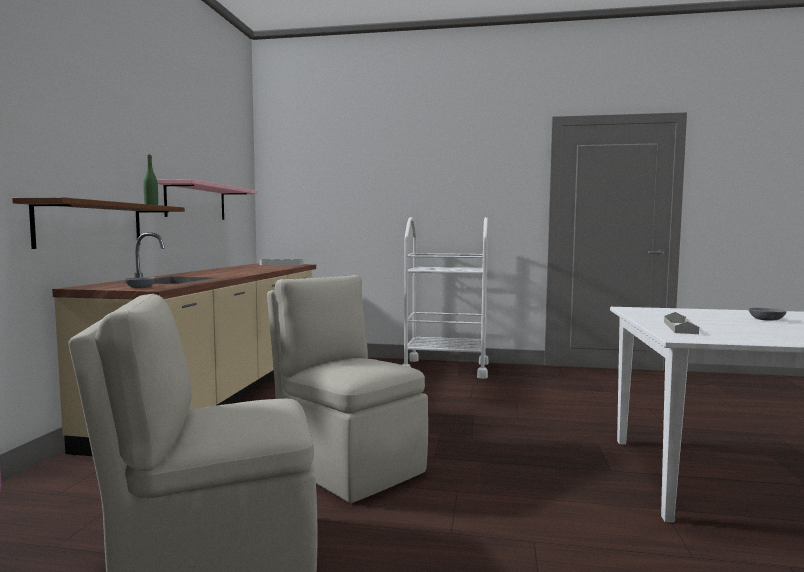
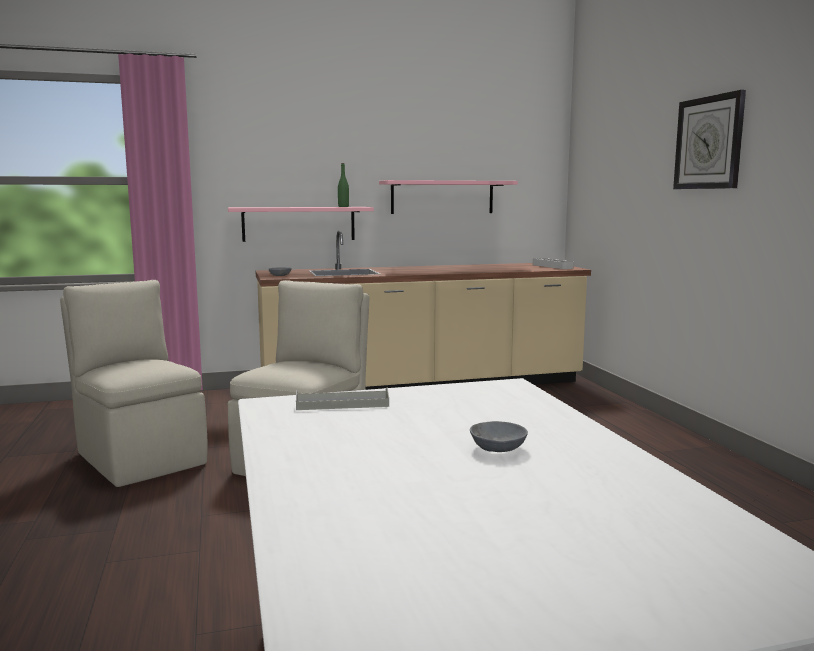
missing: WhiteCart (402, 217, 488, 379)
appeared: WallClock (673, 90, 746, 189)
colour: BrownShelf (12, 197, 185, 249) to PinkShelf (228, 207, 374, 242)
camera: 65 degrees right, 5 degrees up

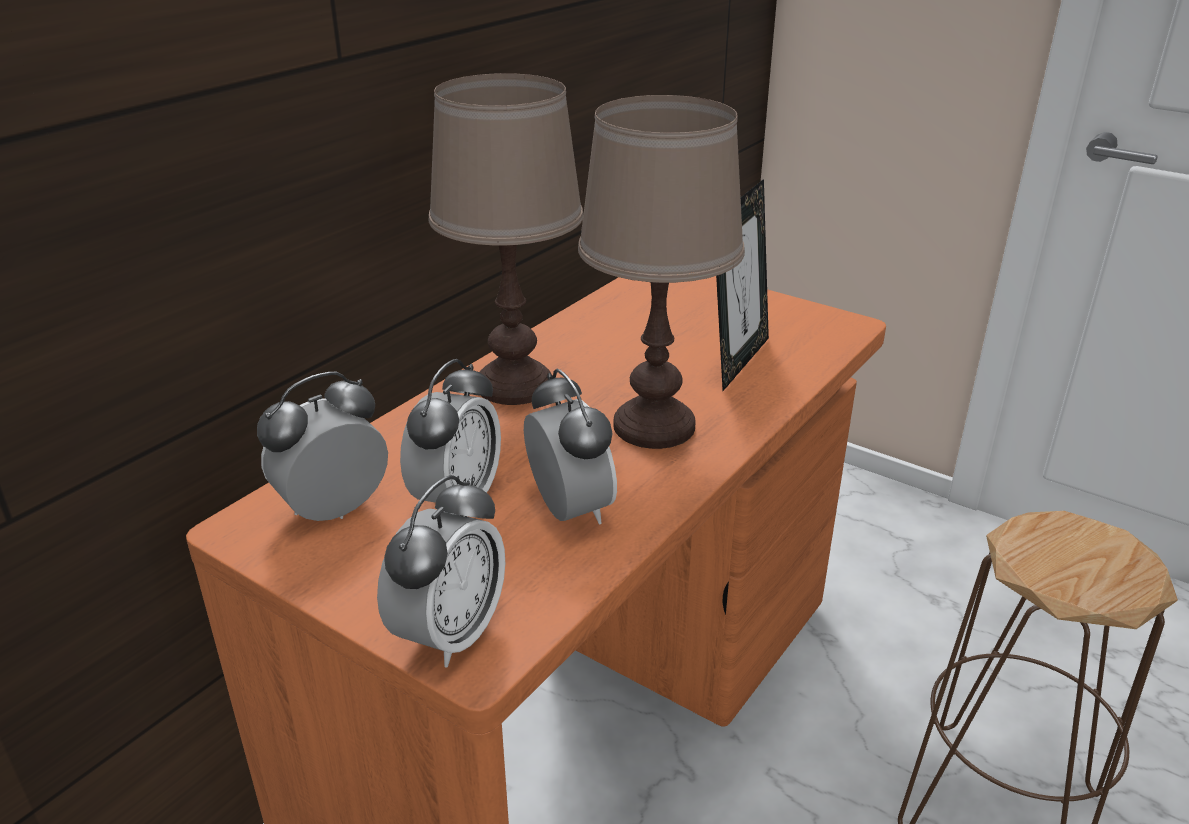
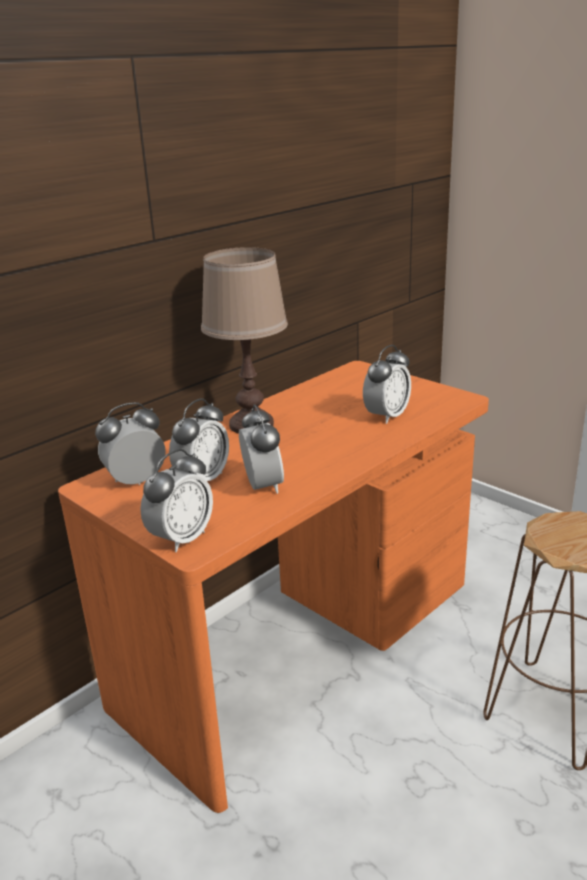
missing: BrownTableLamp (578, 95, 745, 449)
exchanged: PictureFrame (716, 179, 769, 391) to AlarmClock (363, 345, 411, 424)
camera: 10 degrees right, 5 degrees down

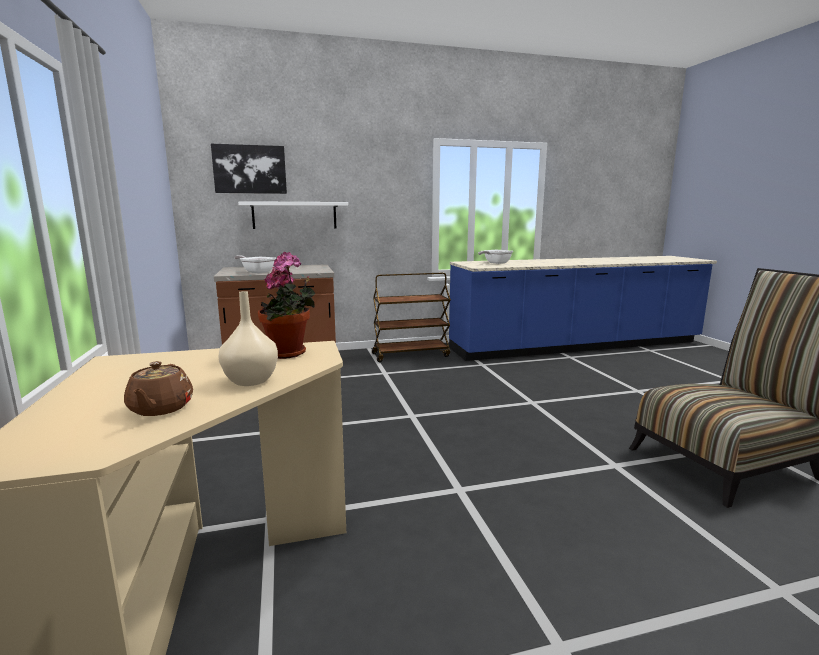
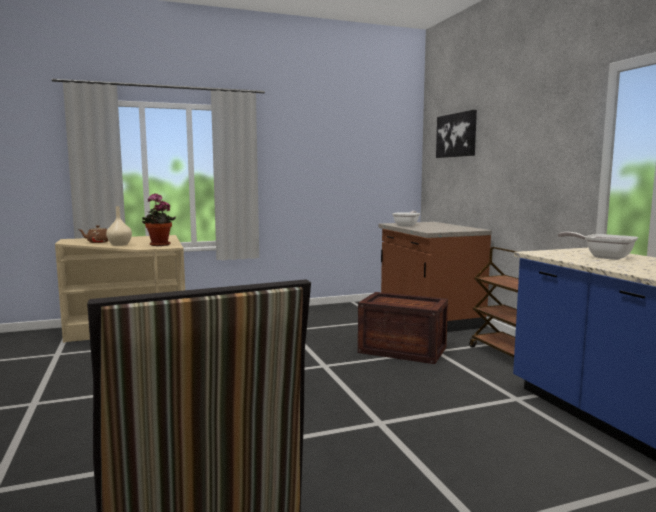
missing: WhiteShelf (238, 201, 348, 229)
appeared: Crate (358, 292, 448, 364)
camera: 85 degrees right, 5 degrees down

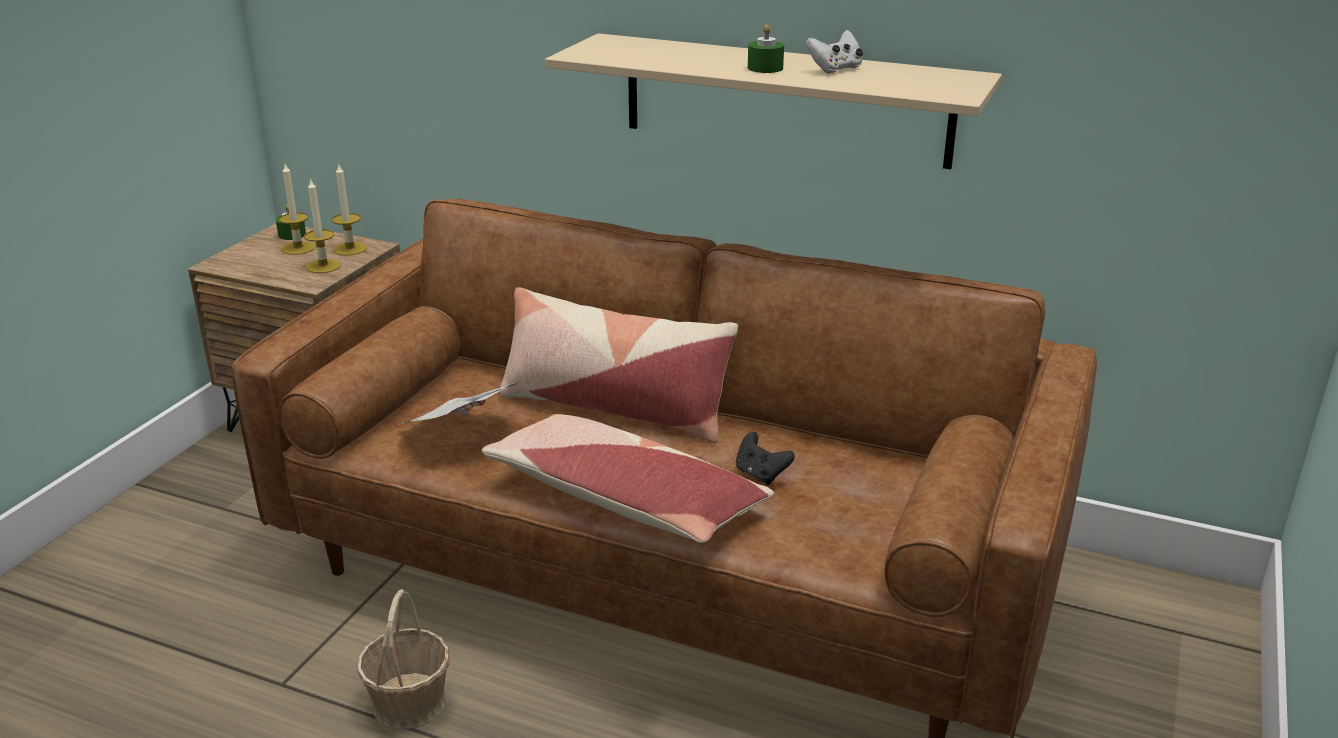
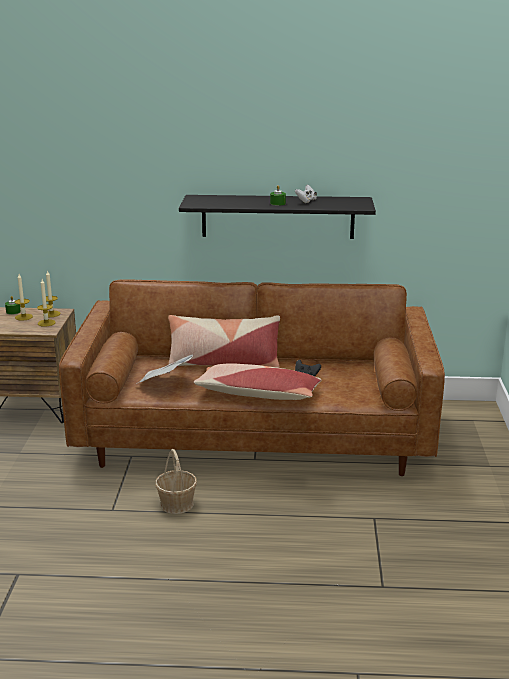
colour: BeigeShelf (545, 33, 1002, 169) to BlackShelf (179, 195, 376, 239)
camera: 20 degrees left, 5 degrees down

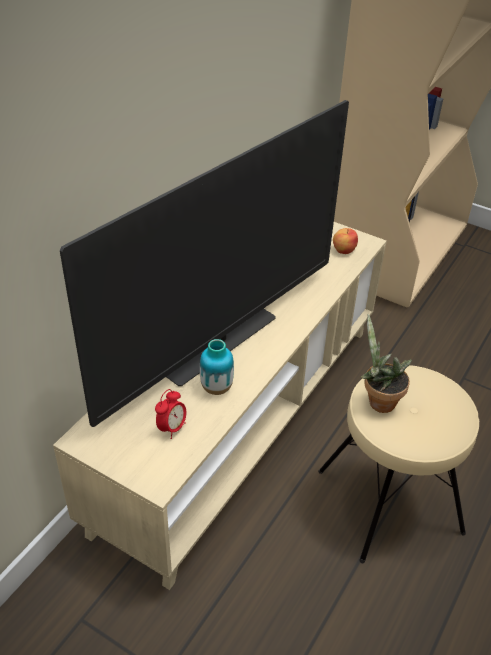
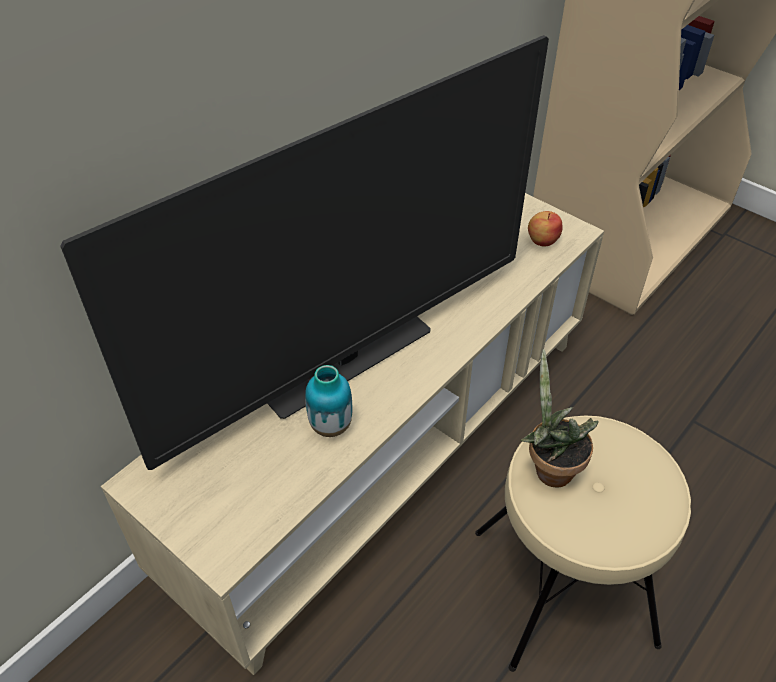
missing: AlarmClock (155, 389, 186, 439)
camera: 10 degrees right, 5 degrees up

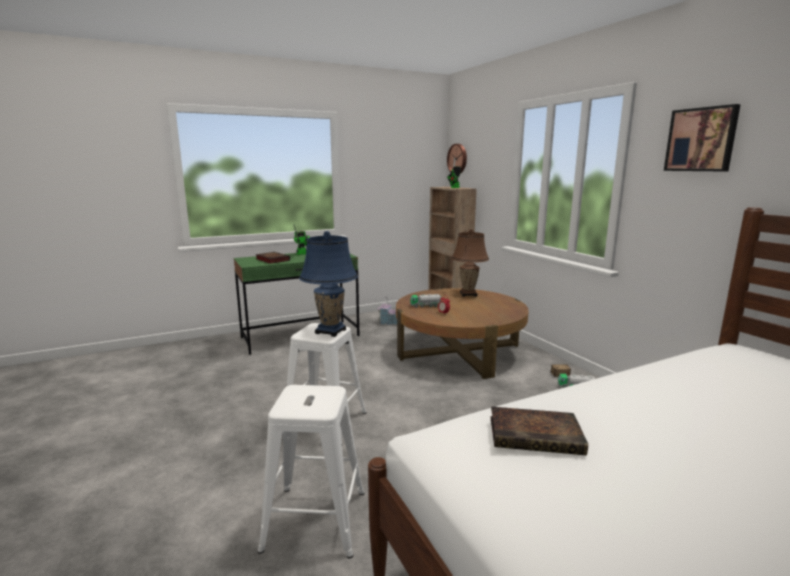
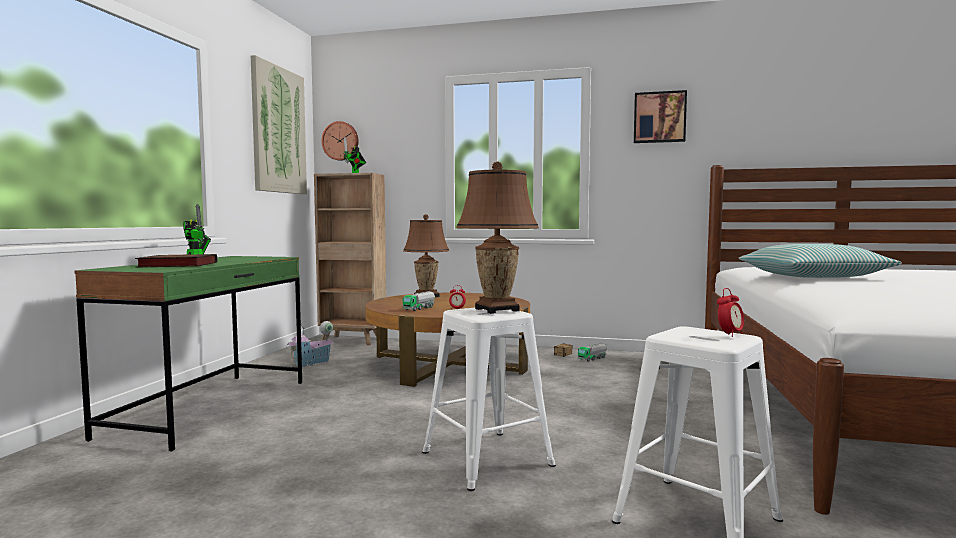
missing: Book (490, 406, 588, 455)
appeared: Picture (251, 55, 307, 194); AlarmClock (717, 288, 744, 337); Pillow (739, 244, 902, 278)
colour: BlueTableLamp (299, 231, 358, 337) to BrownTableLamp (456, 162, 539, 314)
camera: 50 degrees left, 10 degrees down

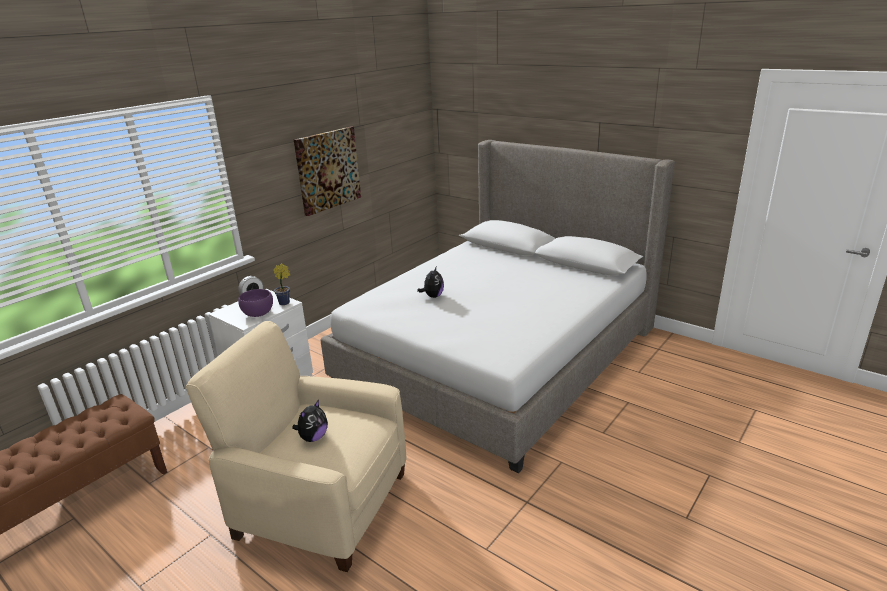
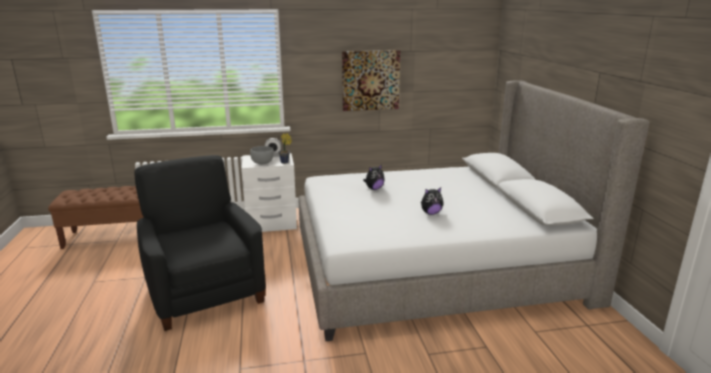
relocated: PlushToy (292, 400, 328, 442) to (421, 188, 443, 215)
colour: BeigeArmchair (186, 321, 407, 572) to BlackArmchair (134, 155, 266, 331); PurpleBowl (238, 289, 273, 317) to GreyBowl (250, 146, 274, 164)
camera: 40 degrees right, 5 degrees down

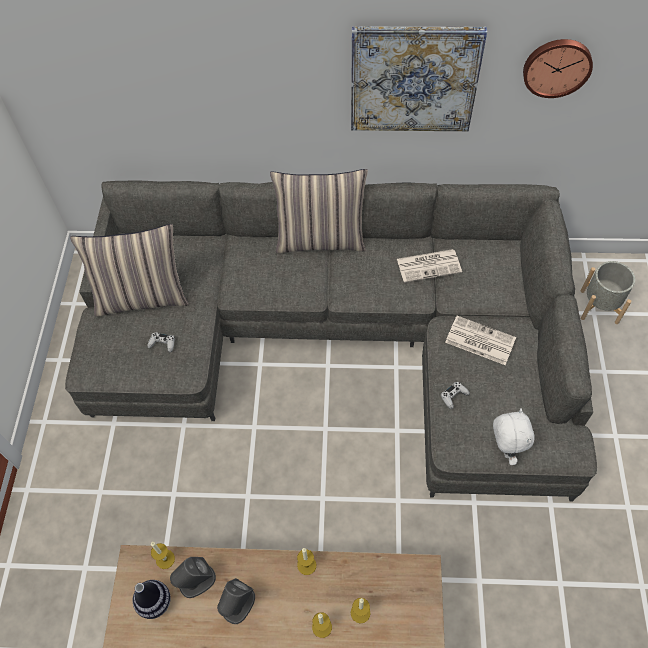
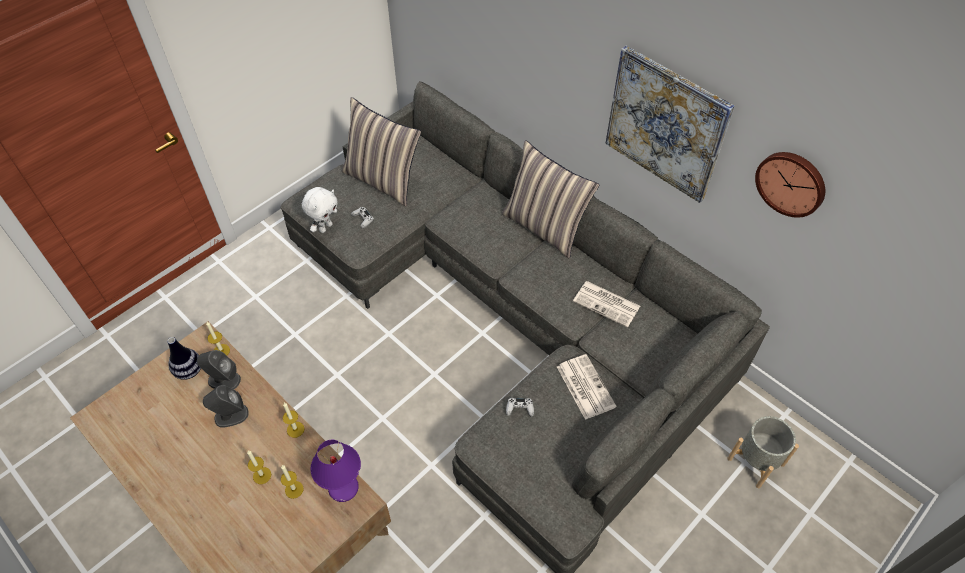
appeared: PurpleTableLamp (310, 440, 361, 502)
relocated: WhitePlushToy (493, 408, 535, 465) to (302, 187, 338, 233)
camera: 40 degrees right, 5 degrees down

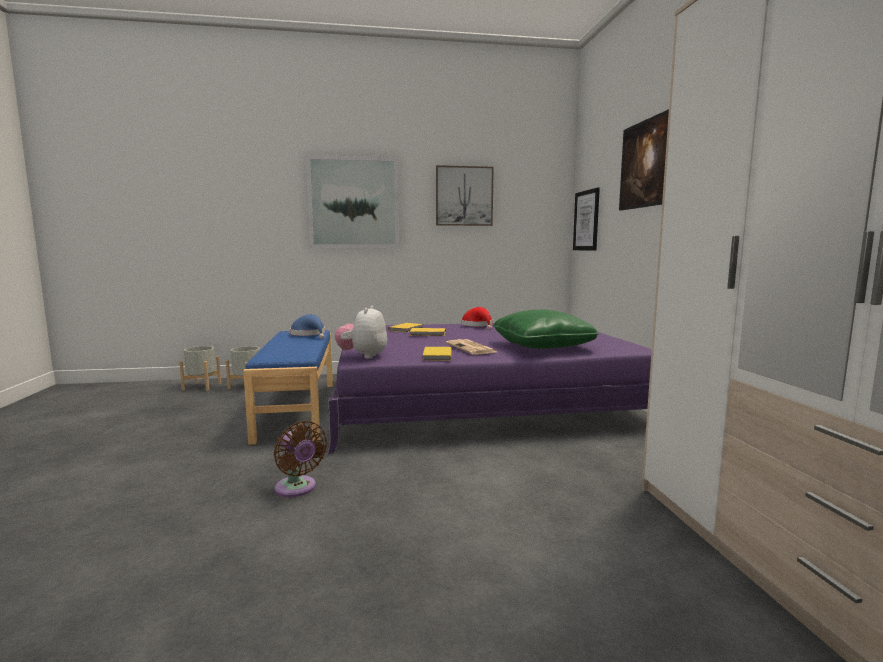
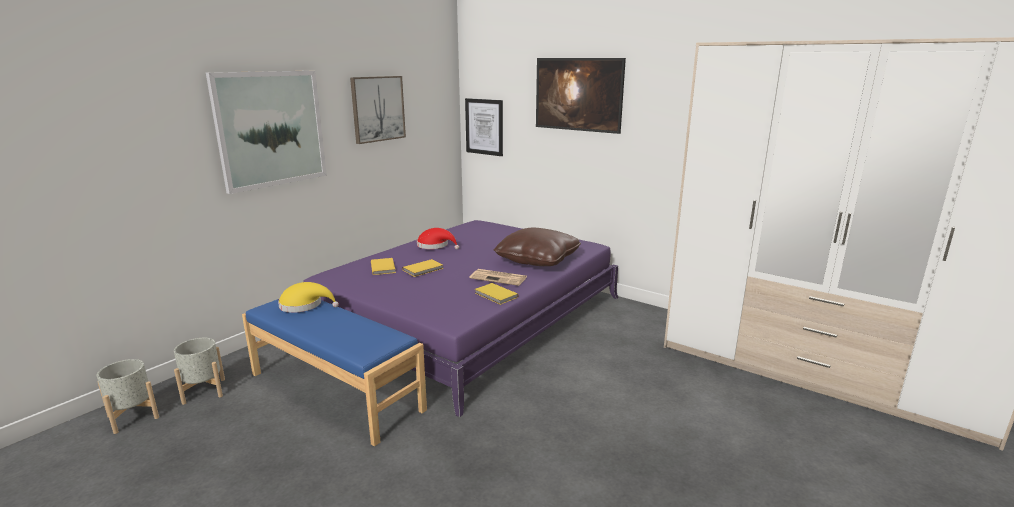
missing: BrownFan (274, 421, 327, 497); PlushToy (335, 305, 387, 359)
colour: BlueHat (290, 314, 325, 339) to YellowHat (278, 282, 339, 313); GreenPillow (493, 309, 599, 349) to BrownPillow (494, 228, 581, 266)
camera: 45 degrees left, 10 degrees up

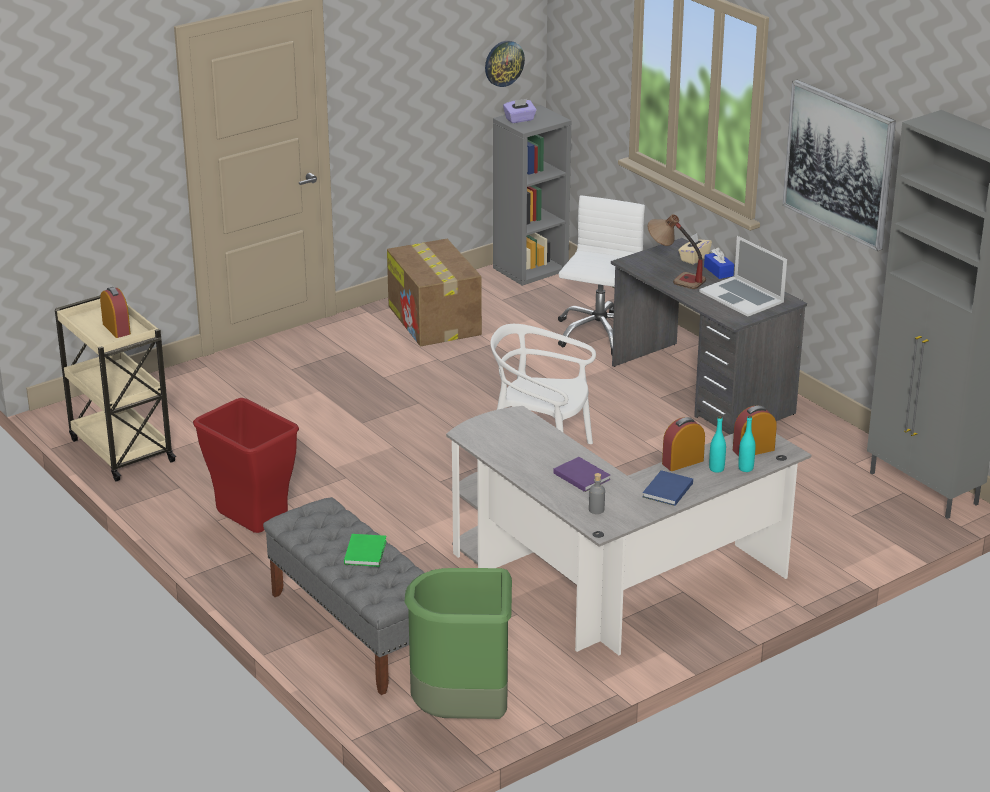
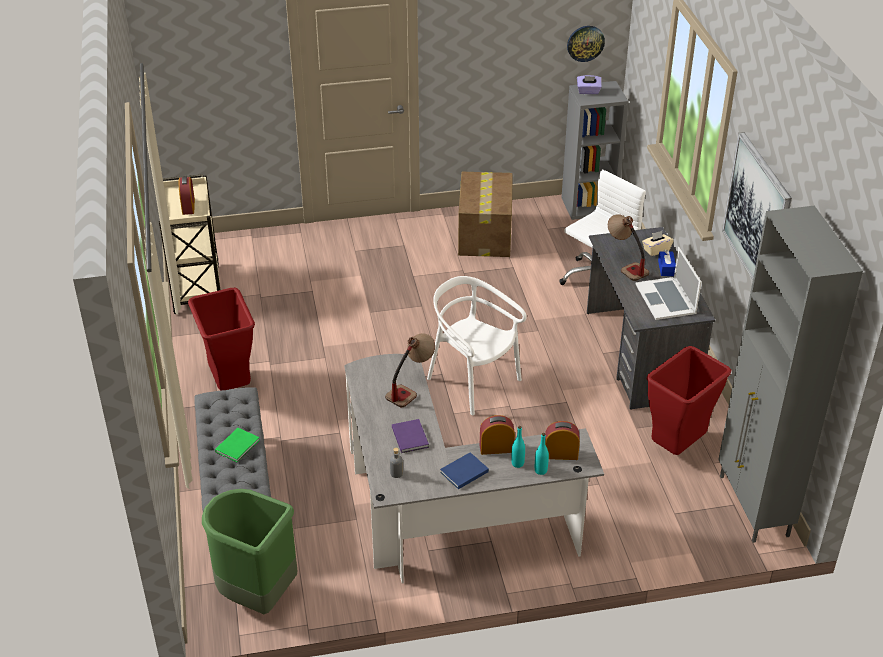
appeared: TableLamp (385, 333, 435, 407); RedTrashCan (647, 346, 732, 455)
camera: 25 degrees right, 10 degrees up

